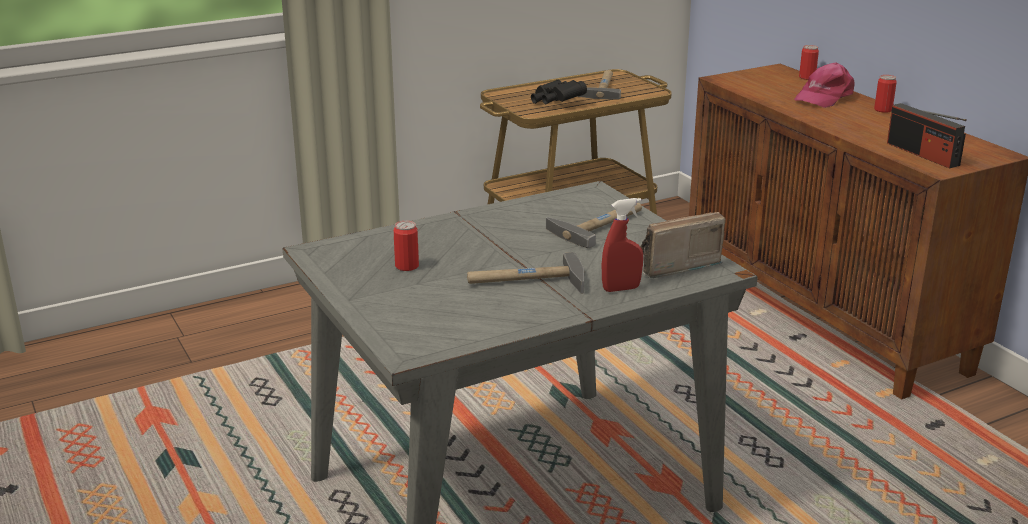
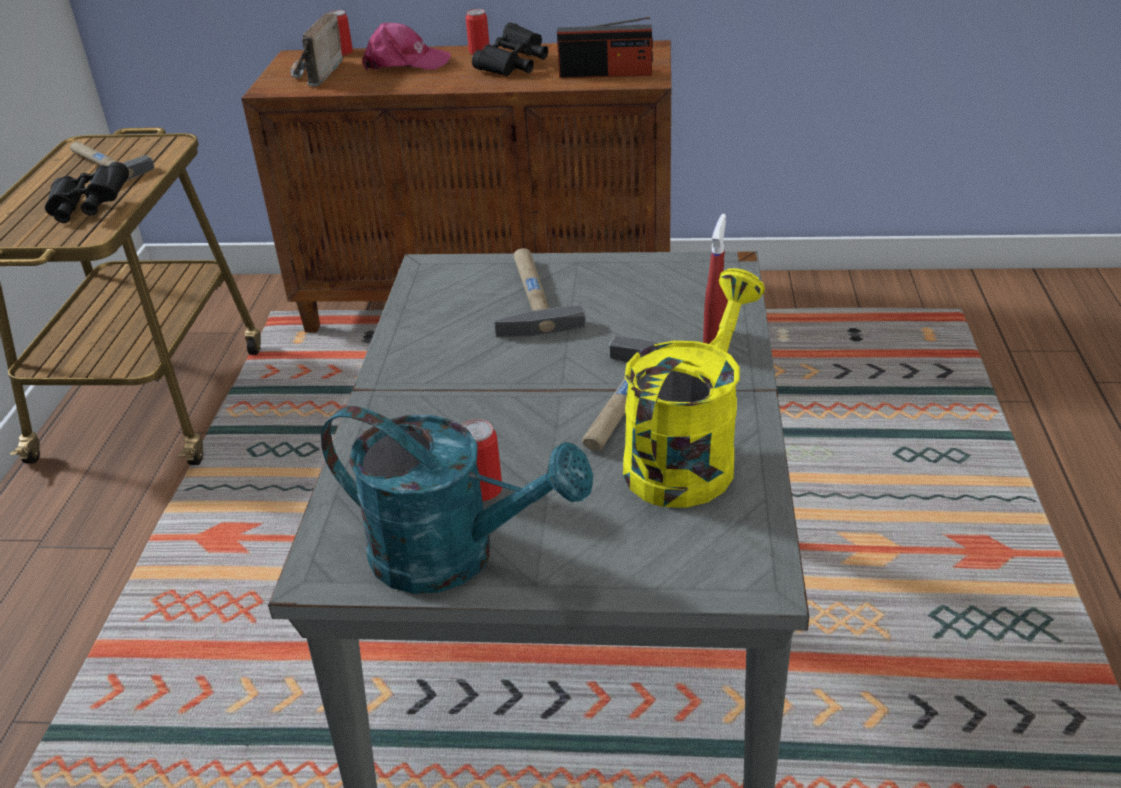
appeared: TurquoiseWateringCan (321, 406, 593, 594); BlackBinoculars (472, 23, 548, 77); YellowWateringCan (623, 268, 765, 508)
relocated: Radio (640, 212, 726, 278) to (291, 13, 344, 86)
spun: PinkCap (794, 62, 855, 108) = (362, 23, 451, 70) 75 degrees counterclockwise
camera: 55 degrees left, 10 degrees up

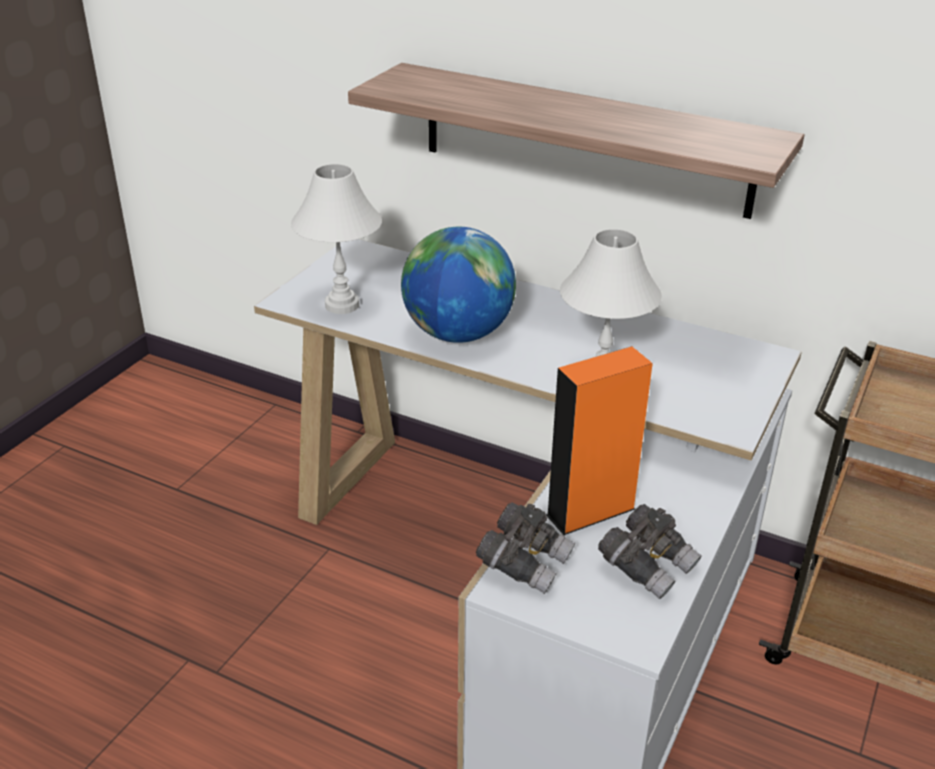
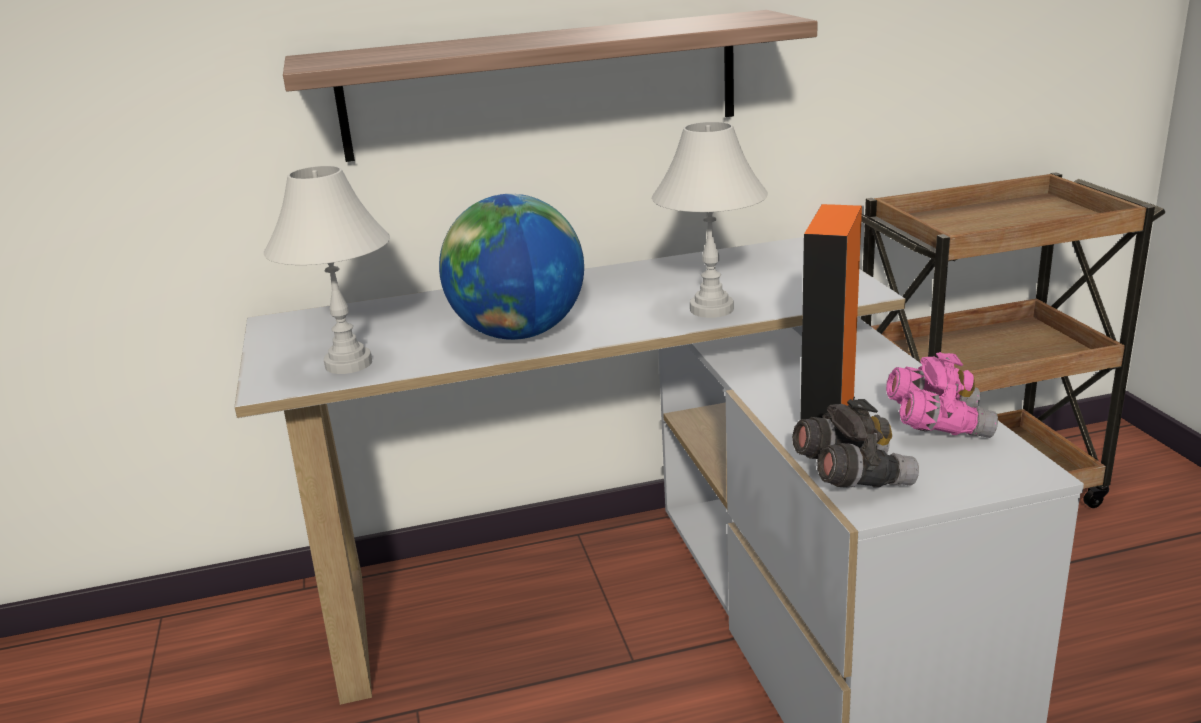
colour: GreyBinoculars (598, 504, 702, 599) to PinkBinoculars (886, 352, 998, 438)
camera: 40 degrees left, 10 degrees down

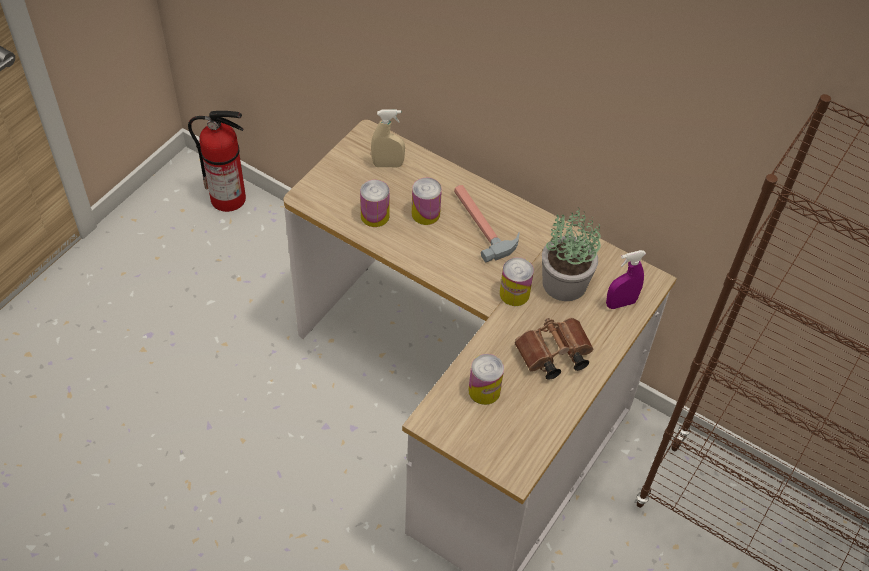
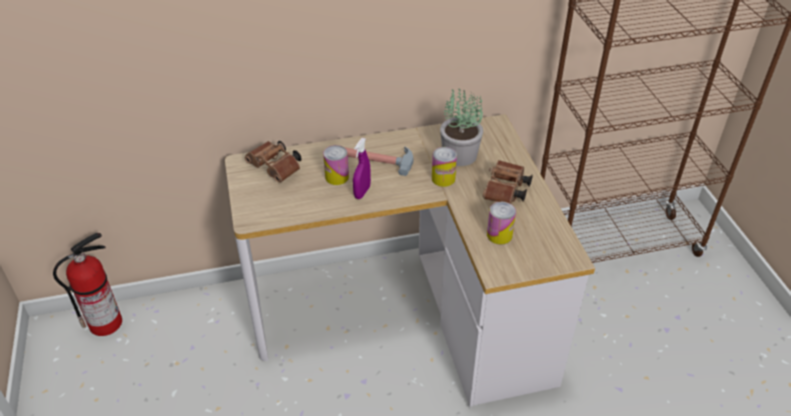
missing: Can (360, 180, 390, 227)
relocated: PurpleSprayBottle (606, 250, 646, 309) to (353, 138, 371, 199)
exchanged: BeigeSprayBottle (371, 110, 405, 167) to BrownBinoculars (245, 141, 302, 183)
camera: 45 degrees left, 10 degrees down

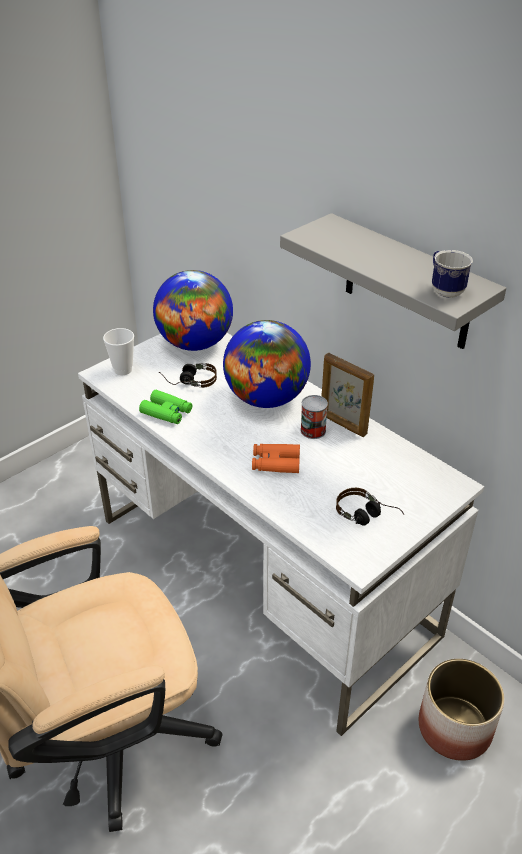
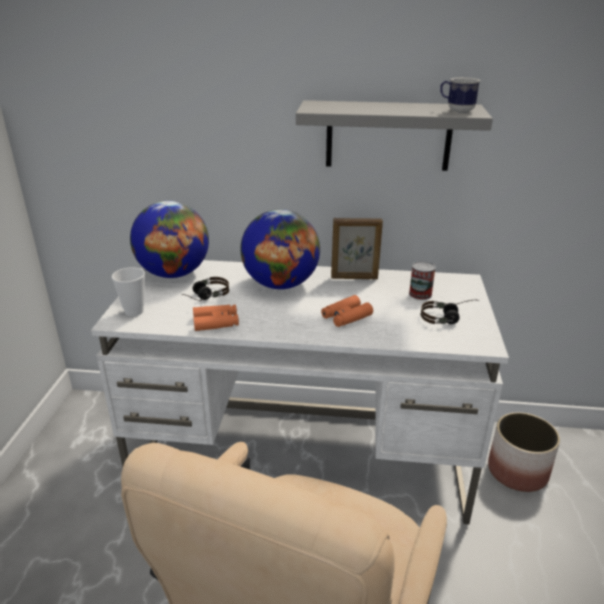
relocated: Can (300, 395, 328, 439) to (409, 261, 436, 300)
colour: GreenBinoculars (139, 390, 192, 424) to OrangeBinoculars (193, 305, 239, 331)
camera: 40 degrees left, 10 degrees down

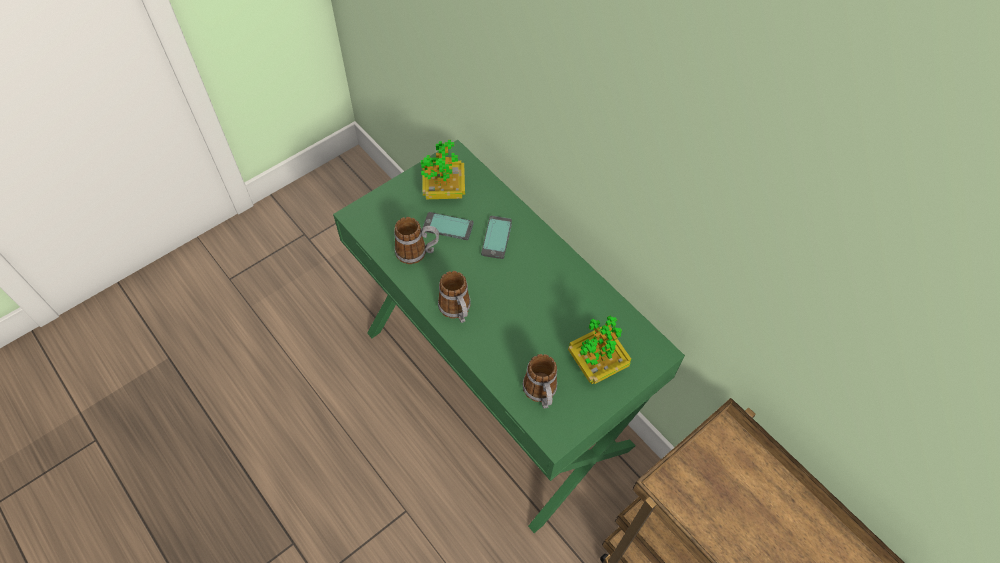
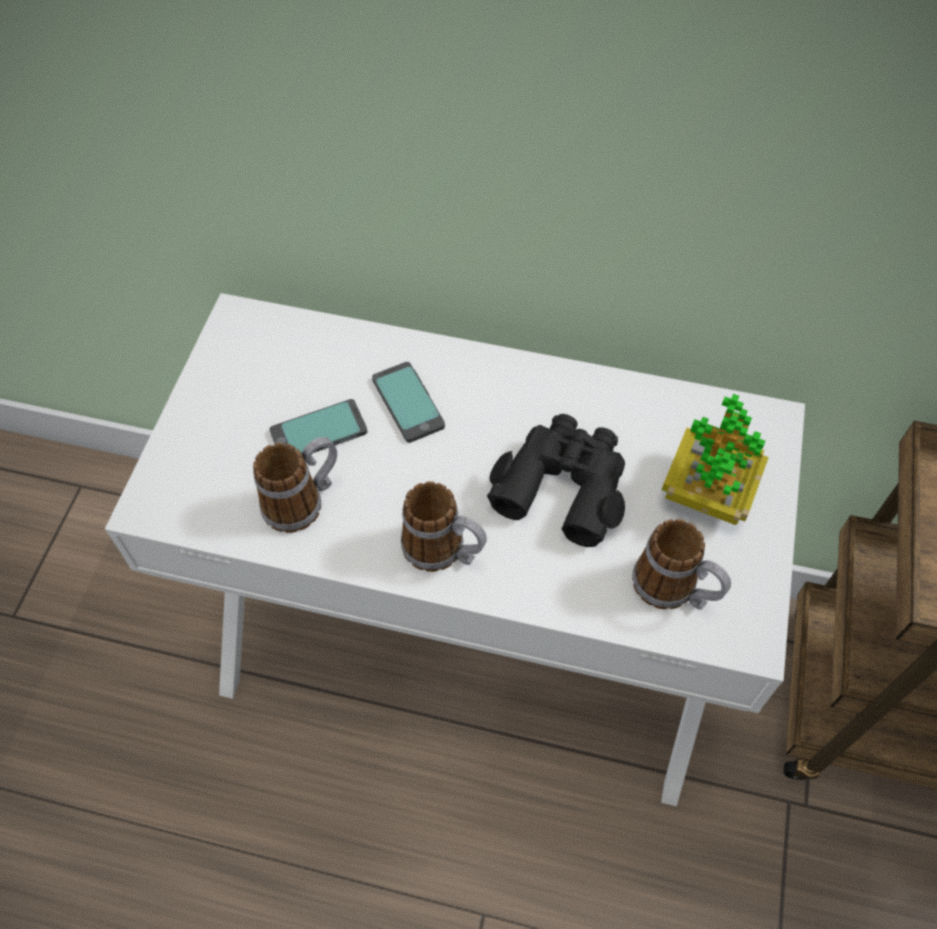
missing: PottedPlant (421, 140, 465, 199)
appeared: BlackBinoculars (487, 414, 625, 547)
colour: GreenDesk (333, 140, 685, 533) to WhiteDesk (105, 293, 805, 806)
camera: 35 degrees left, 0 degrees up

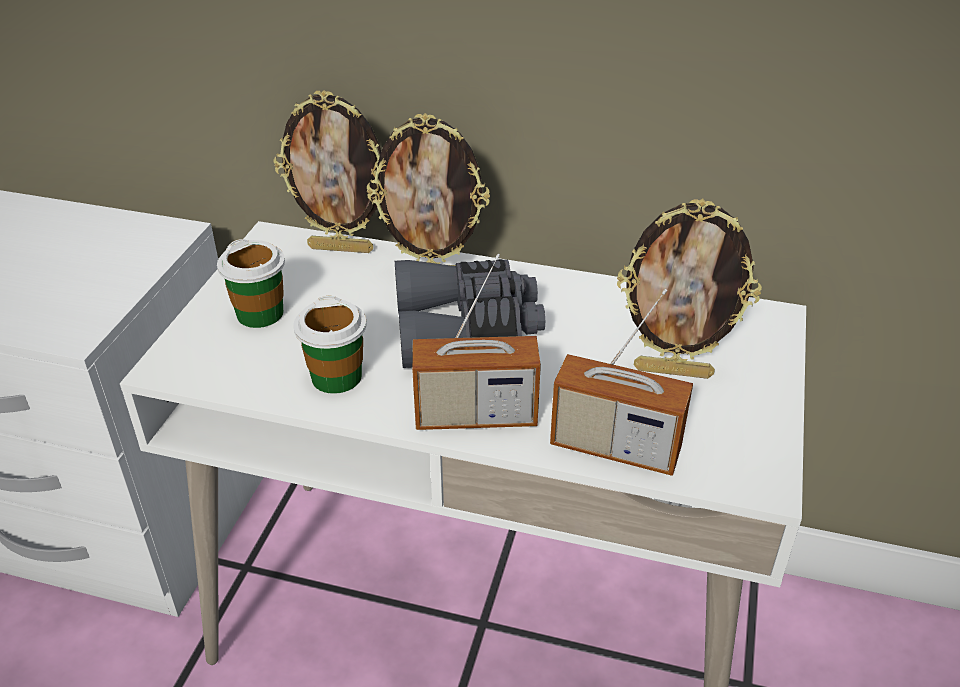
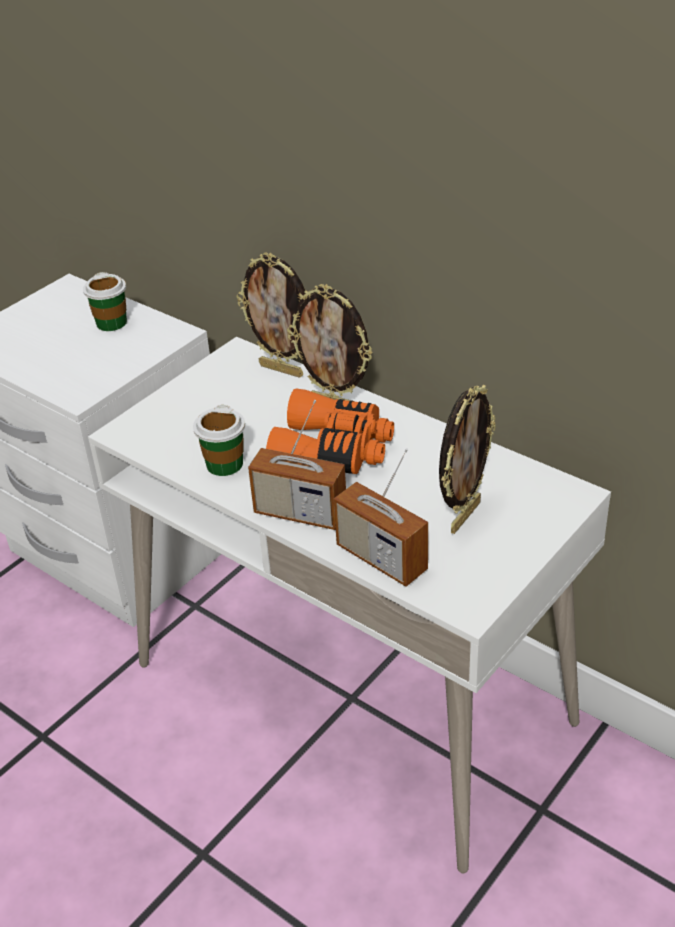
relocated: Cup (217, 239, 285, 328) to (83, 272, 127, 331)
colour: GreyBinoculars (395, 259, 545, 368) to OrangeBinoculars (266, 389, 394, 474)
spun: PictureFrame (617, 199, 762, 379) = (439, 385, 496, 534) 90 degrees counterclockwise
camera: 25 degrees right, 0 degrees up

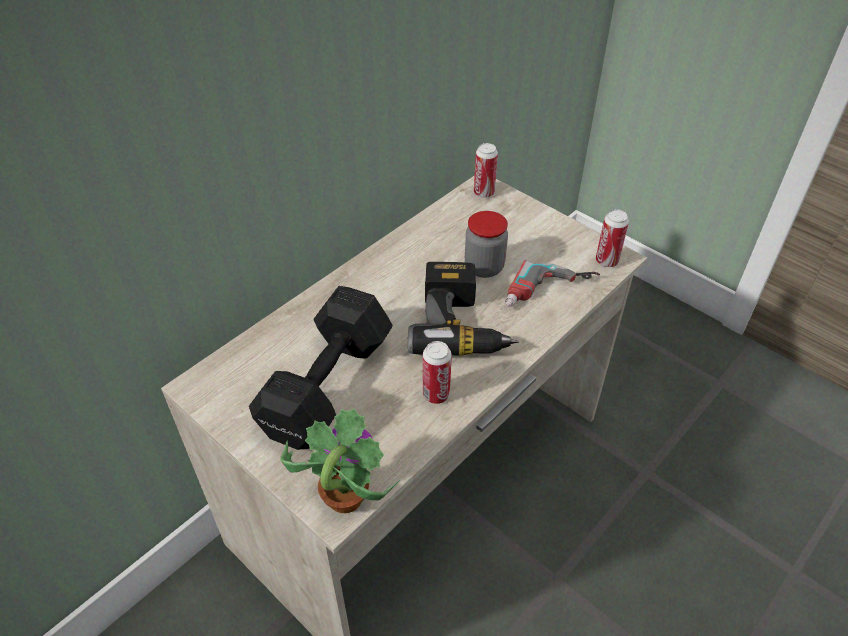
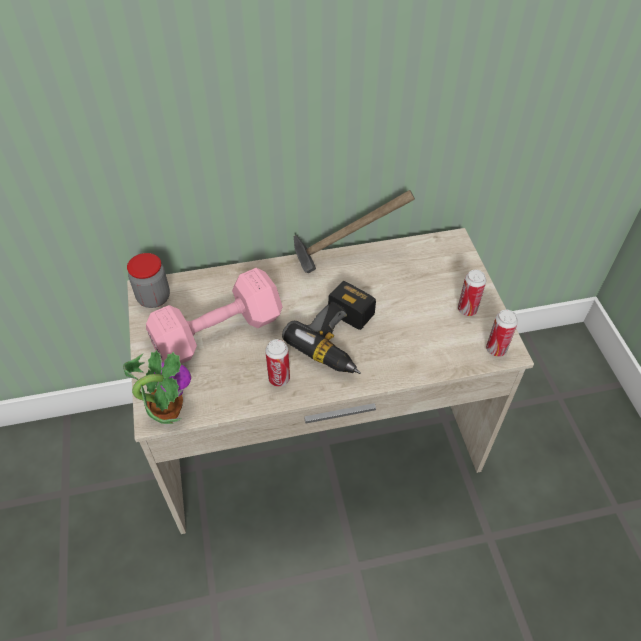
missing: PowerDrill (505, 260, 600, 307)
appeared: Hammer (294, 190, 415, 273)
relocated: Jar (465, 211, 508, 278) to (127, 253, 170, 308); Can (474, 143, 498, 198) to (458, 270, 486, 316)
colour: BlackDumbbell (249, 286, 393, 450) to PinkDumbbell (146, 268, 283, 364)
camera: 35 degrees right, 5 degrees up

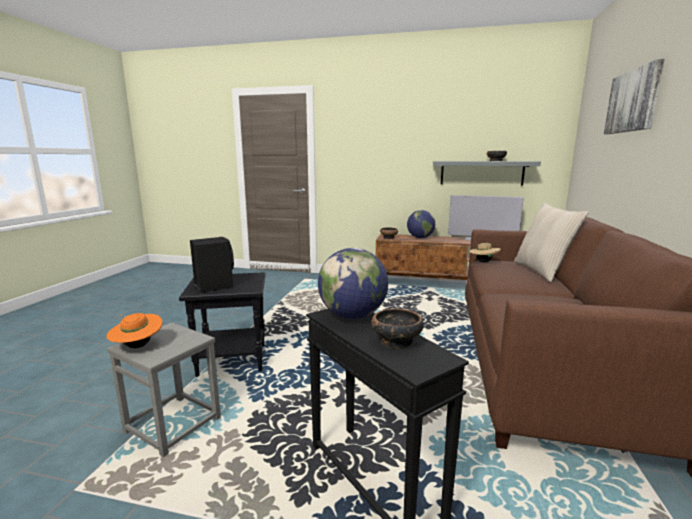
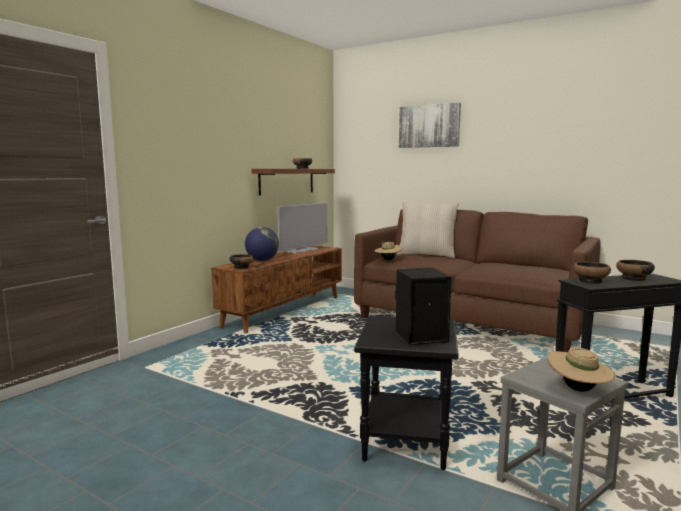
exchanged: Globe (318, 248, 388, 319) to Bowl (573, 262, 611, 284)
colour: OrangeHat (106, 313, 162, 348) to BeigeHat (547, 347, 615, 392); GreyShelf (433, 161, 541, 185) to BrownShelf (251, 169, 335, 195)
camera: 70 degrees left, 5 degrees down

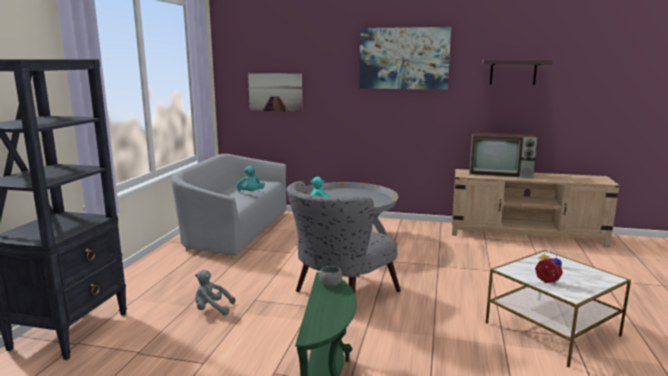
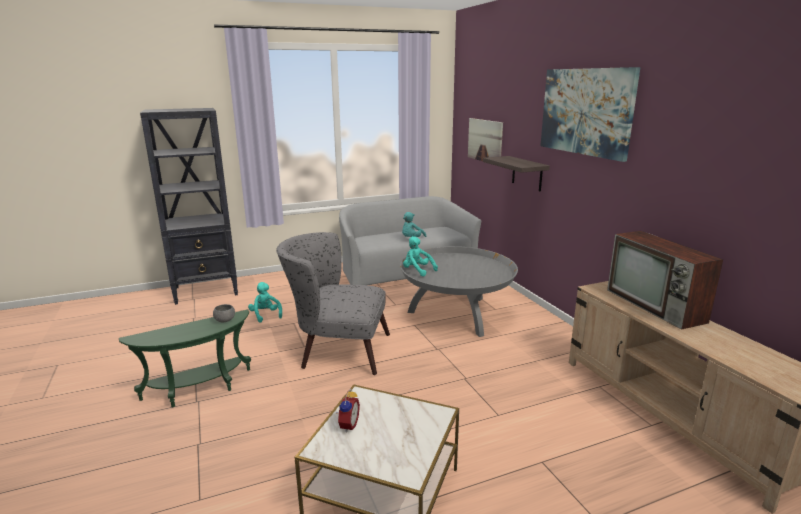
relocated: Shelf (482, 60, 553, 85) to (483, 156, 550, 192)
colour: GreyPlushToy (195, 270, 235, 316) to TurquoisePlushToy (248, 282, 282, 323)
camera: 55 degrees right, 5 degrees up

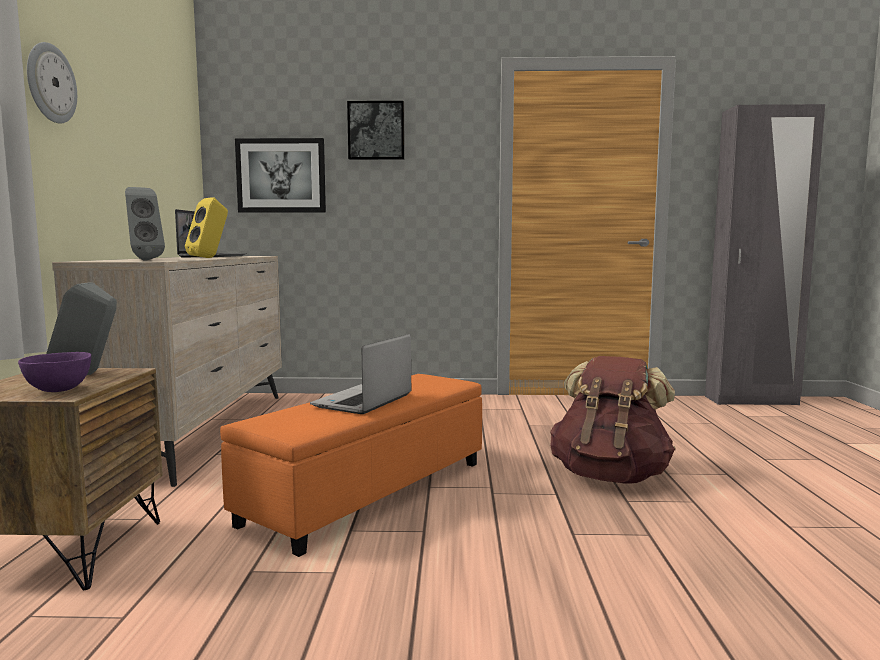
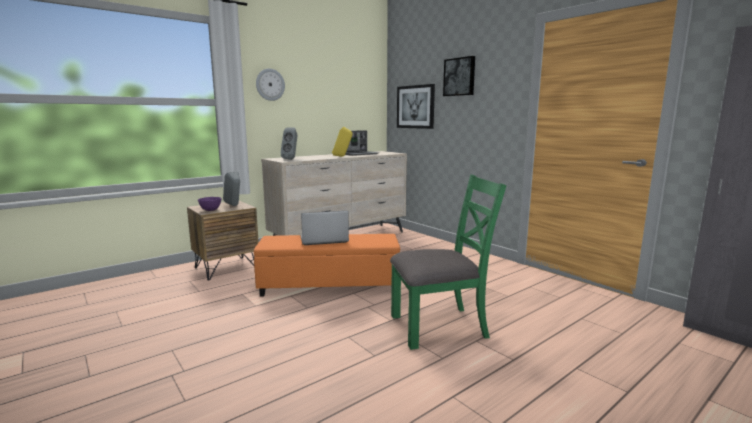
exchanged: BrownBackpack (550, 356, 676, 484) to GreenChair (390, 174, 507, 350)
camera: 50 degrees right, 5 degrees up

